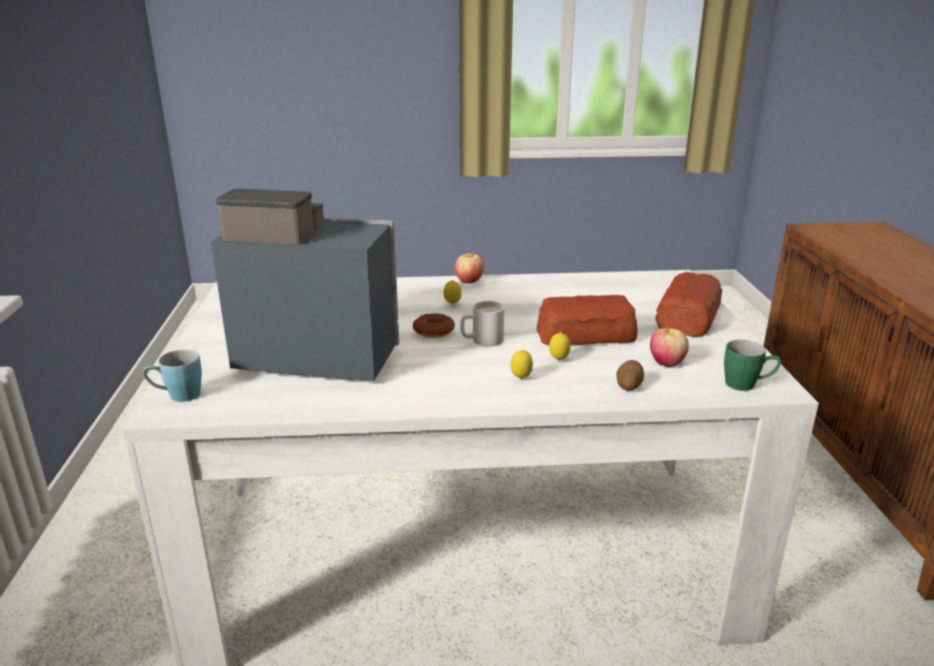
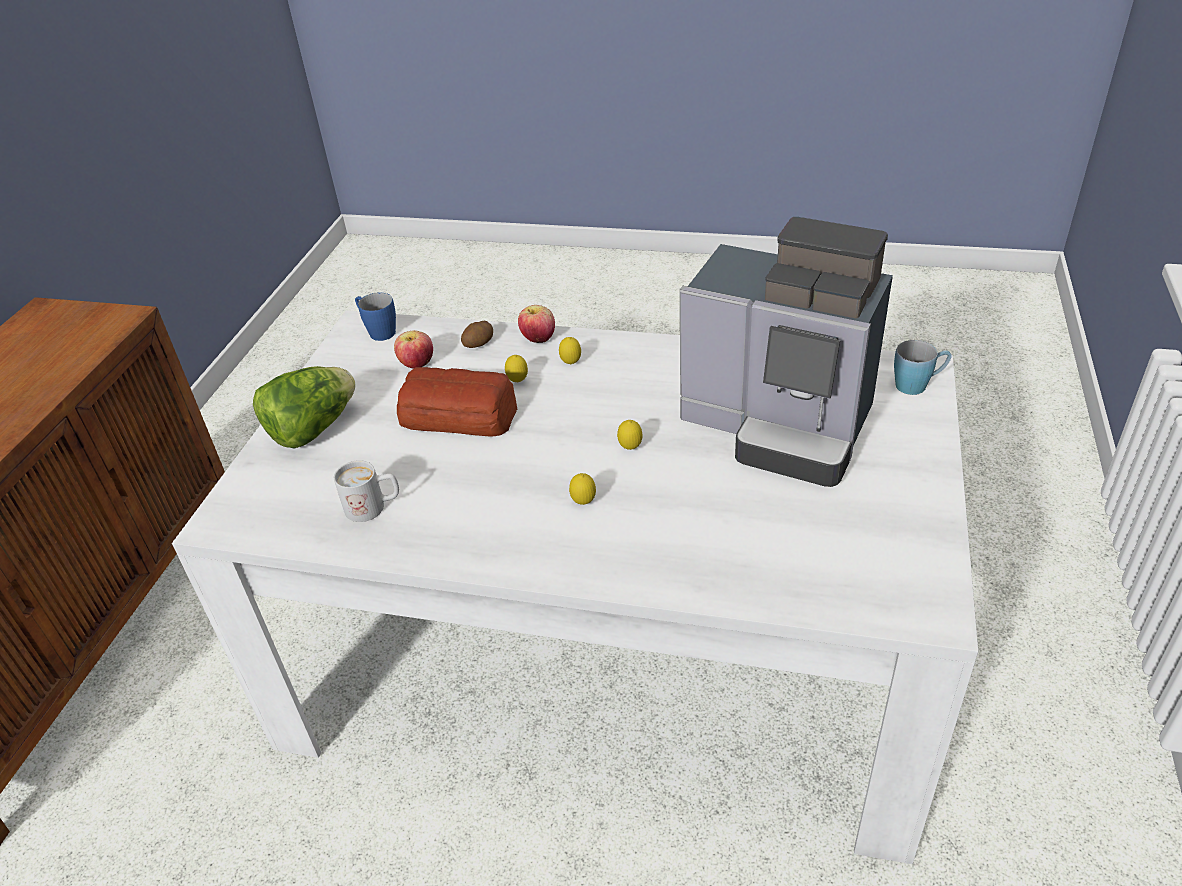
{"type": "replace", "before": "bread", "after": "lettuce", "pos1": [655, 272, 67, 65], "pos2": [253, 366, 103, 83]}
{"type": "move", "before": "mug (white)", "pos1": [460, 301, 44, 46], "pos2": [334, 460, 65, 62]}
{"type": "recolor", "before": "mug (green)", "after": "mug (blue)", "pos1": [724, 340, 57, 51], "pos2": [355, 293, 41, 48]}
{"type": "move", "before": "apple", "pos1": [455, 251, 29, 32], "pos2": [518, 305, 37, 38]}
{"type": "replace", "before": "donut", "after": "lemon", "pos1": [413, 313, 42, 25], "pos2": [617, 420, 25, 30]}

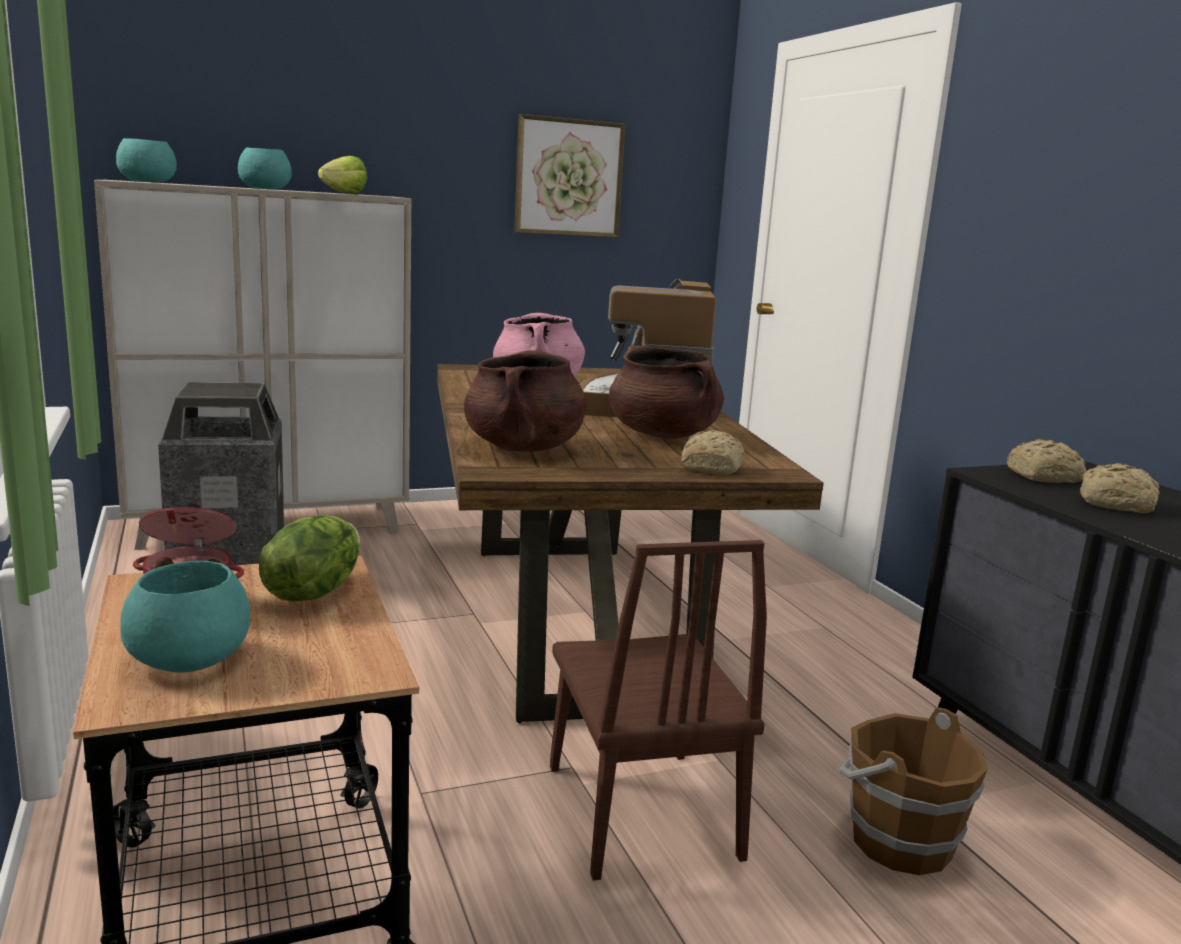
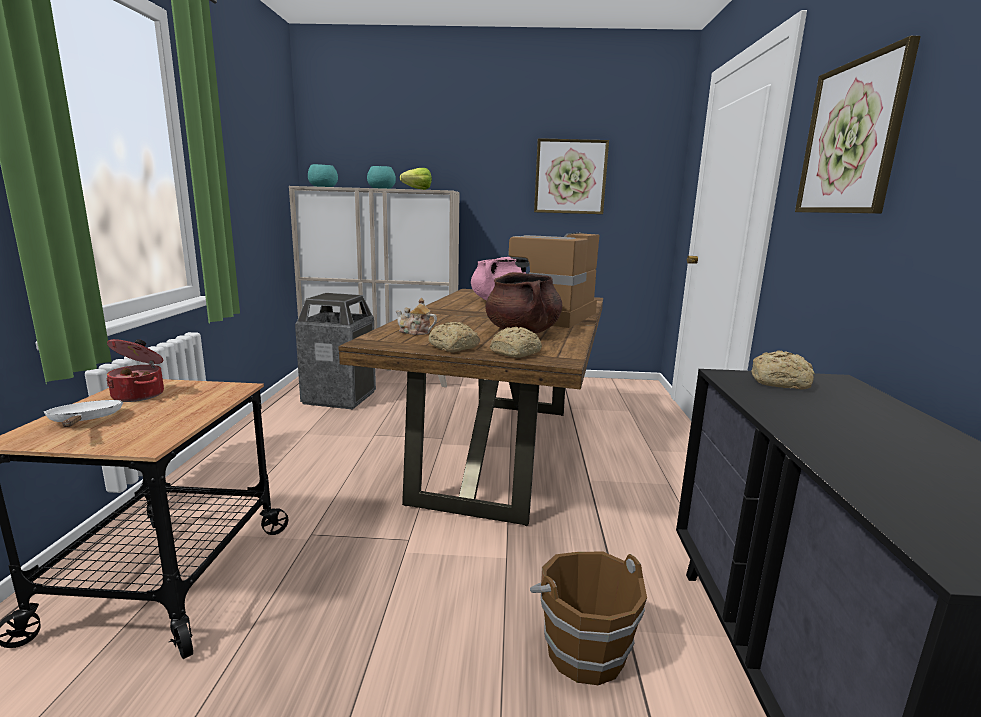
{"type": "replace", "before": "bowl (turquoise)", "after": "frying pan (white)", "pos1": [121, 560, 129, 112], "pos2": [43, 400, 80, 27]}
{"type": "replace", "before": "cooking pot (brown)", "after": "teapot", "pos1": [464, 350, 123, 102], "pos2": [396, 298, 41, 37]}
{"type": "move", "before": "bread", "pos1": [1080, 463, 80, 51], "pos2": [428, 322, 52, 30]}
{"type": "insert", "after": "picture", "pos2": [795, 36, 126, 178]}
{"type": "delete", "before": "lettuce", "pos1": [259, 515, 101, 87]}
{"type": "delete", "before": "chair (brown)", "pos1": [550, 540, 217, 341]}

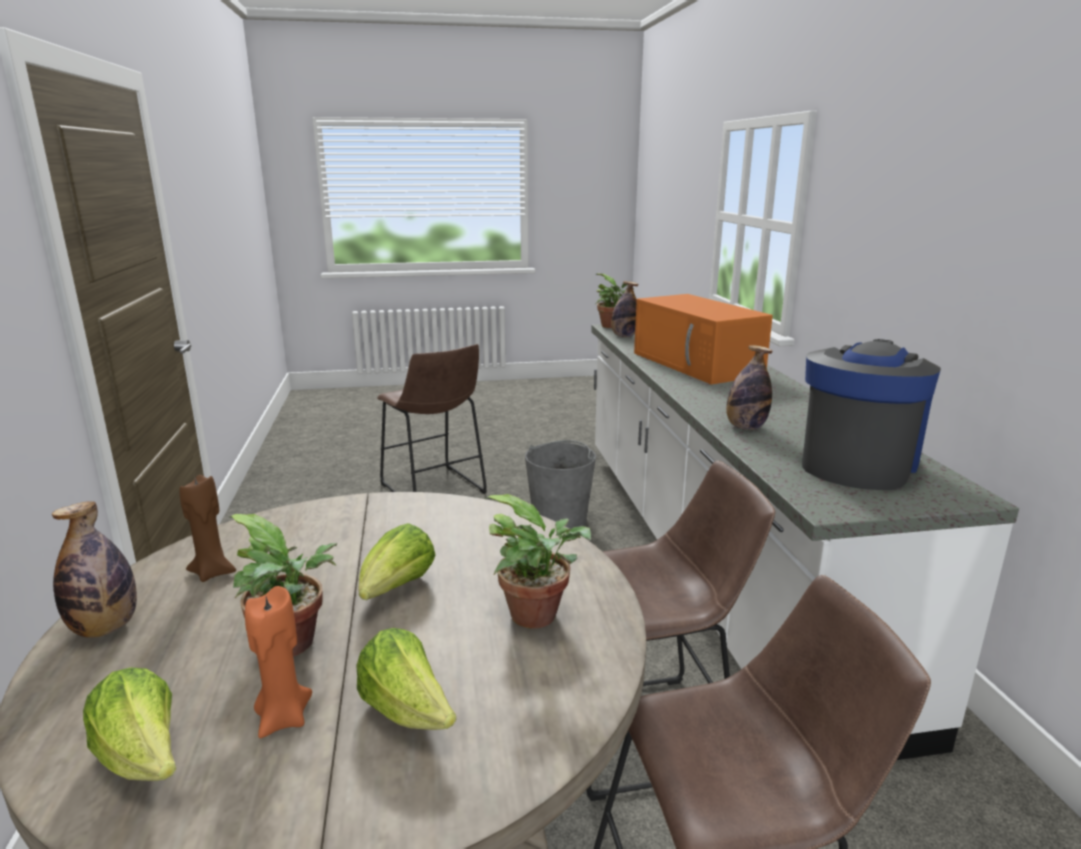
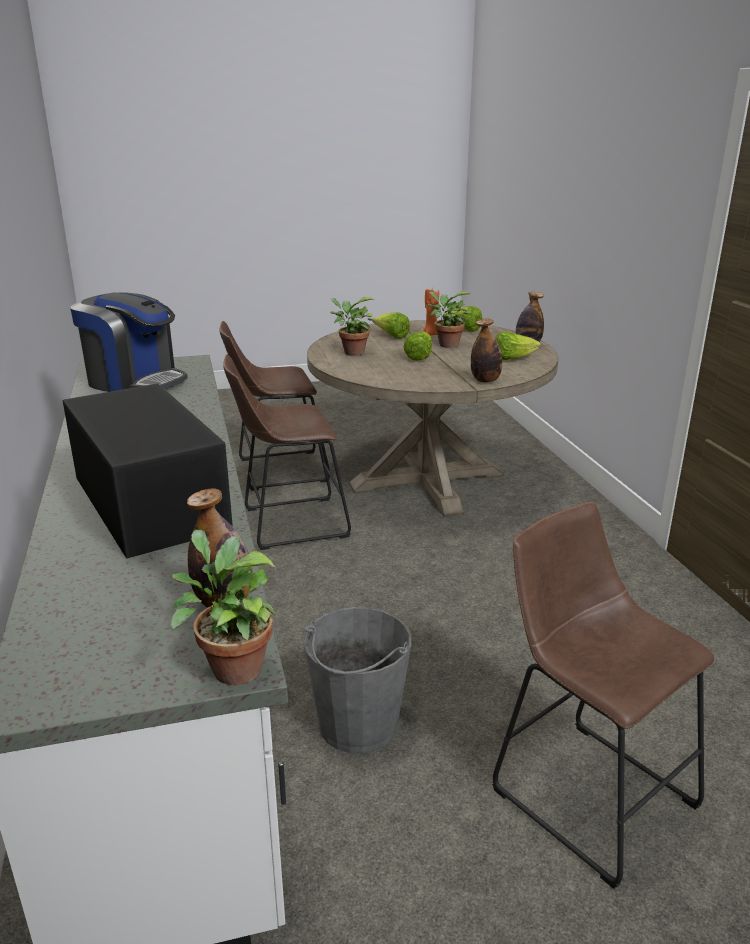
{"type": "recolor", "before": "microwave (orange)", "after": "microwave (black)", "pos1": [634, 294, 139, 91], "pos2": [63, 384, 170, 175]}
{"type": "rotate", "before": "coffee machine", "pos1": [802, 339, 139, 151], "pos2": [70, 292, 118, 100], "turn": -90}
{"type": "move", "before": "bottle", "pos1": [726, 345, 47, 85], "pos2": [471, 318, 31, 65]}
{"type": "replace", "before": "candle (brown)", "after": "lettuce", "pos1": [179, 474, 57, 108], "pos2": [495, 331, 46, 29]}

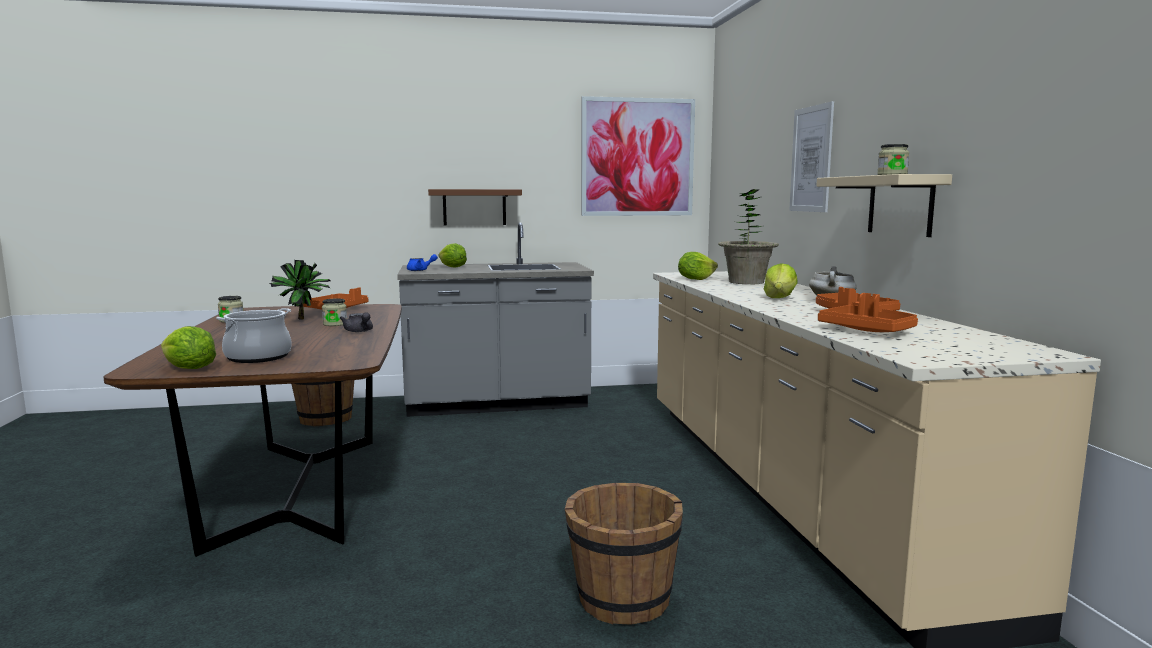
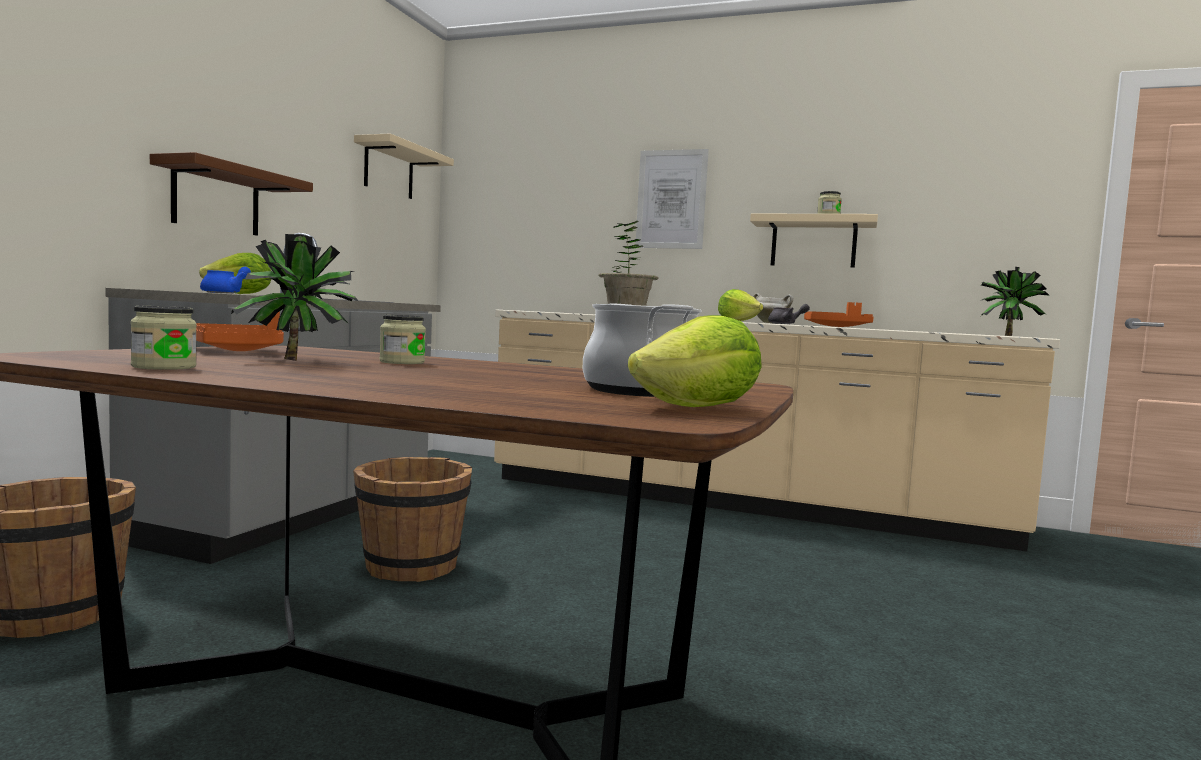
{"type": "move", "before": "bucket (brown)", "pos1": [565, 483, 118, 142], "pos2": [353, 457, 119, 125]}
{"type": "replace", "before": "picture", "after": "shelf (beige)", "pos1": [581, 96, 114, 120], "pos2": [354, 133, 100, 66]}
{"type": "move", "before": "teapot (grey)", "pos1": [340, 313, 33, 19], "pos2": [768, 304, 42, 20]}
{"type": "insert", "after": "potted plant", "pos2": [980, 267, 70, 69]}
{"type": "delete", "before": "lettuce", "pos1": [678, 252, 40, 28]}
{"type": "delete", "before": "tray (orange)", "pos1": [818, 293, 100, 39]}

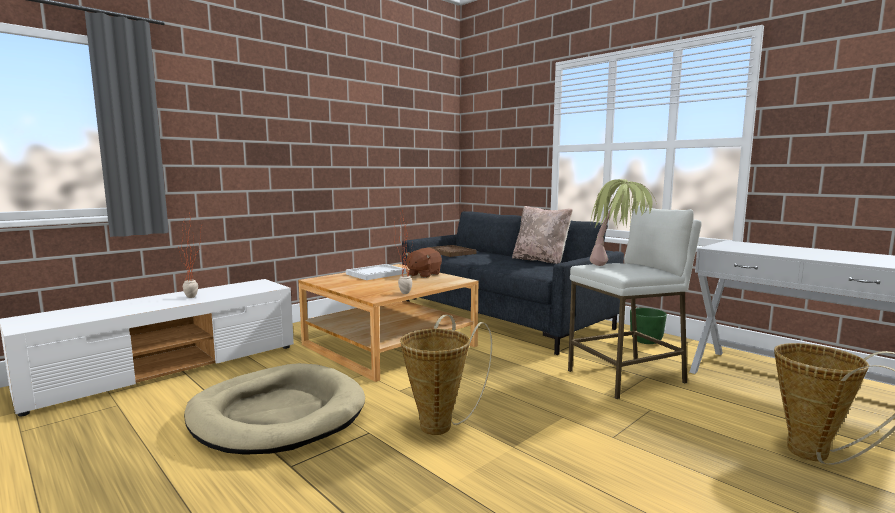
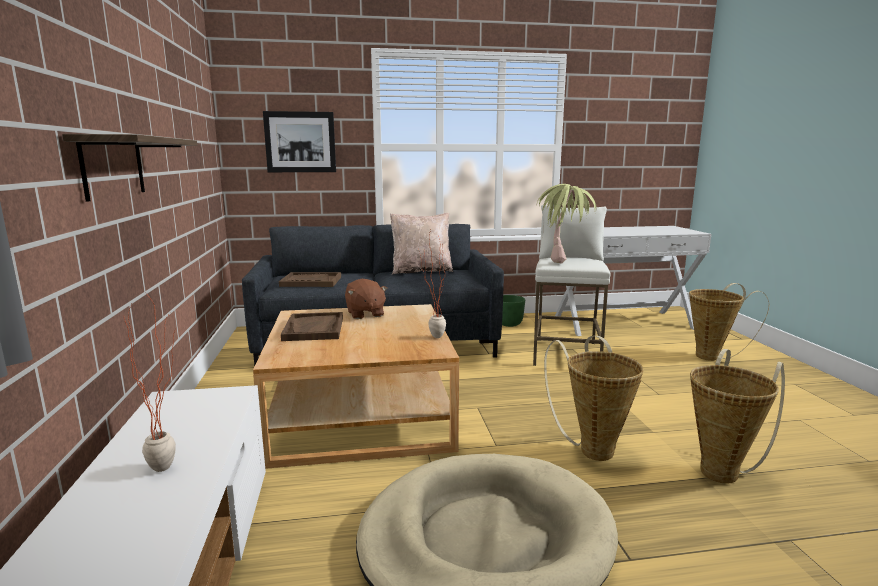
{"type": "insert", "after": "shelf", "pos2": [62, 134, 135, 68]}
{"type": "insert", "after": "picture", "pos2": [263, 111, 73, 61]}
{"type": "recolor", "before": "tray (white)", "after": "tray (brown)", "pos1": [346, 264, 61, 16], "pos2": [281, 312, 62, 29]}
{"type": "insert", "after": "basket", "pos2": [690, 349, 95, 135]}

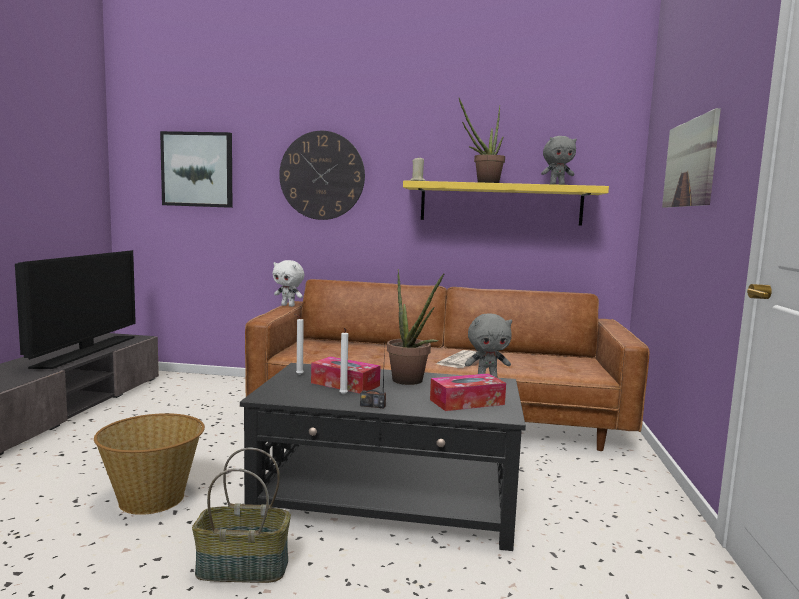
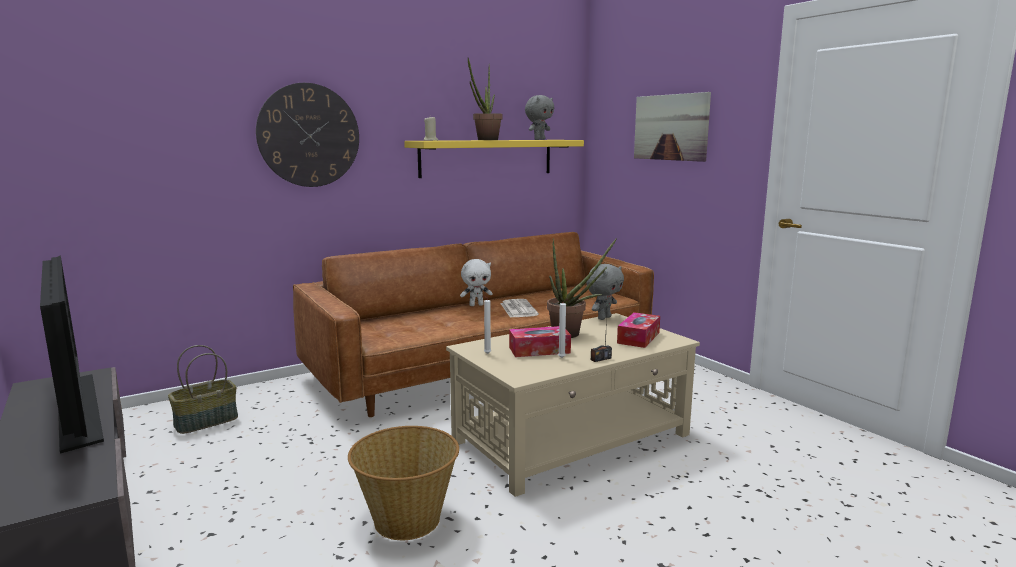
{"type": "move", "before": "basket", "pos1": [192, 448, 99, 135], "pos2": [168, 345, 70, 89]}
{"type": "recolor", "before": "coffee table (black)", "after": "coffee table (beige)", "pos1": [240, 363, 286, 188], "pos2": [446, 313, 254, 184]}
{"type": "move", "before": "plush toy (white)", "pos1": [273, 260, 31, 47], "pos2": [460, 259, 33, 47]}
{"type": "delete", "before": "picture", "pos1": [160, 131, 72, 77]}

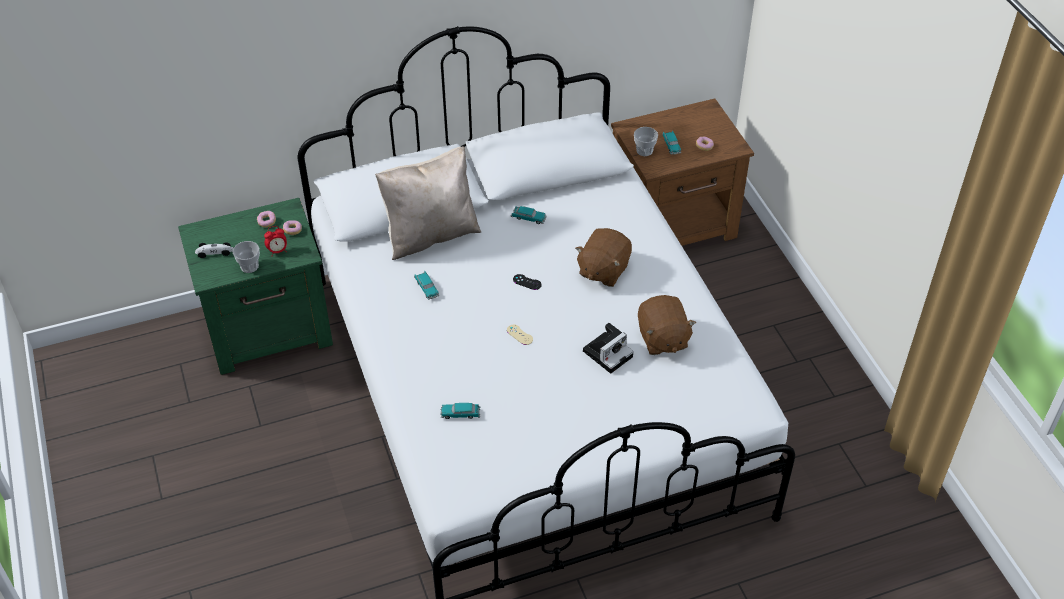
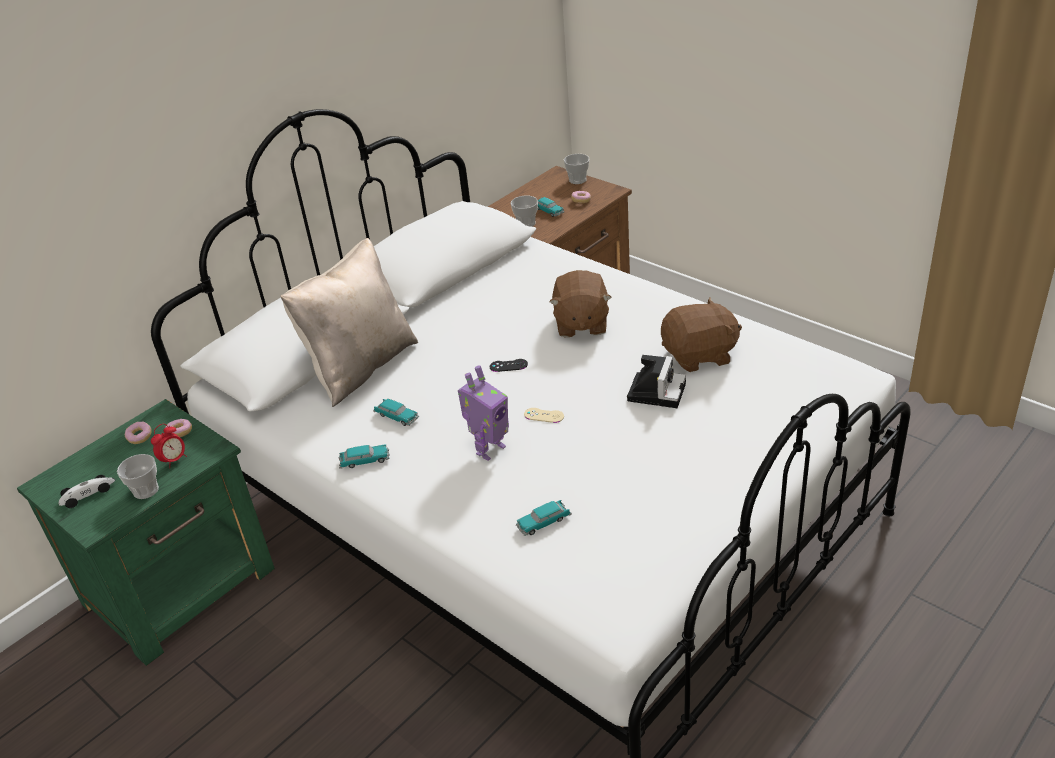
{"type": "move", "before": "toy car", "pos1": [511, 206, 36, 18], "pos2": [339, 444, 51, 25]}
{"type": "insert", "after": "toy robot", "pos2": [458, 365, 51, 96]}
{"type": "insert", "after": "cup", "pos2": [564, 154, 26, 30]}
{"type": "rotate", "before": "plush toy (brown)", "pos1": [638, 295, 58, 60], "pos2": [661, 297, 81, 75], "turn": -60}

